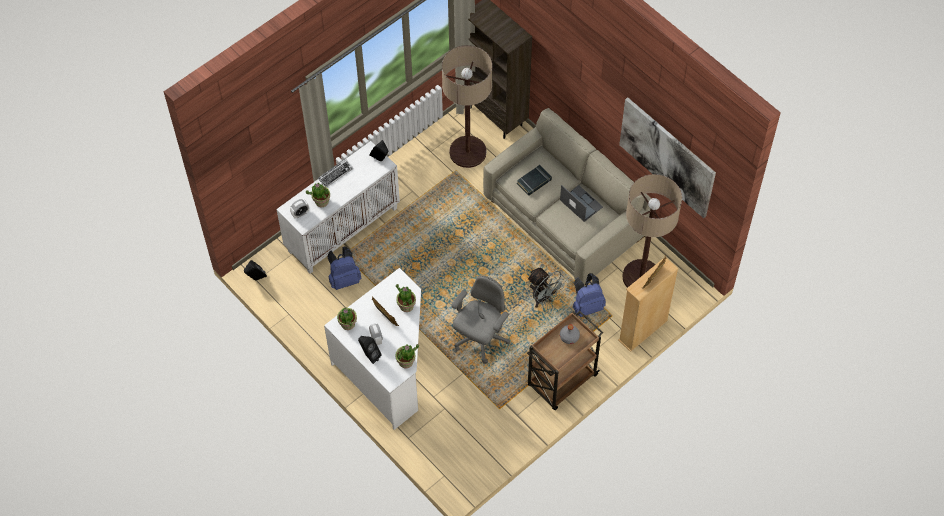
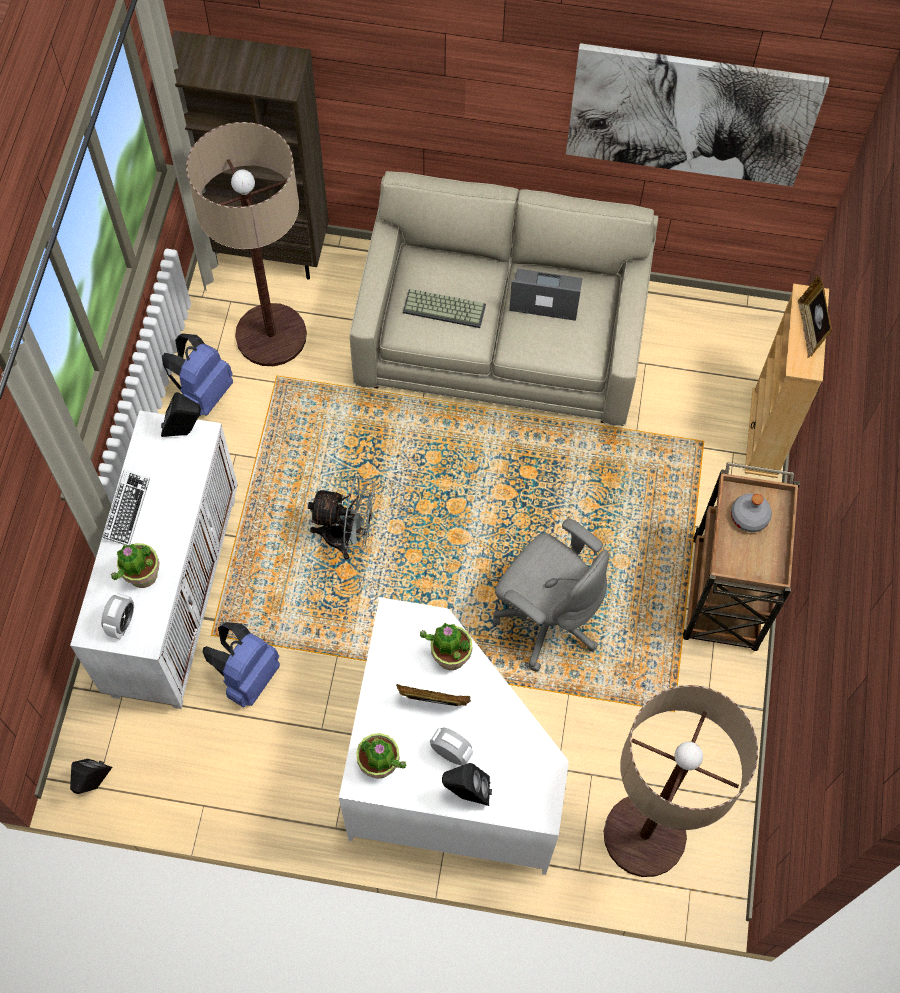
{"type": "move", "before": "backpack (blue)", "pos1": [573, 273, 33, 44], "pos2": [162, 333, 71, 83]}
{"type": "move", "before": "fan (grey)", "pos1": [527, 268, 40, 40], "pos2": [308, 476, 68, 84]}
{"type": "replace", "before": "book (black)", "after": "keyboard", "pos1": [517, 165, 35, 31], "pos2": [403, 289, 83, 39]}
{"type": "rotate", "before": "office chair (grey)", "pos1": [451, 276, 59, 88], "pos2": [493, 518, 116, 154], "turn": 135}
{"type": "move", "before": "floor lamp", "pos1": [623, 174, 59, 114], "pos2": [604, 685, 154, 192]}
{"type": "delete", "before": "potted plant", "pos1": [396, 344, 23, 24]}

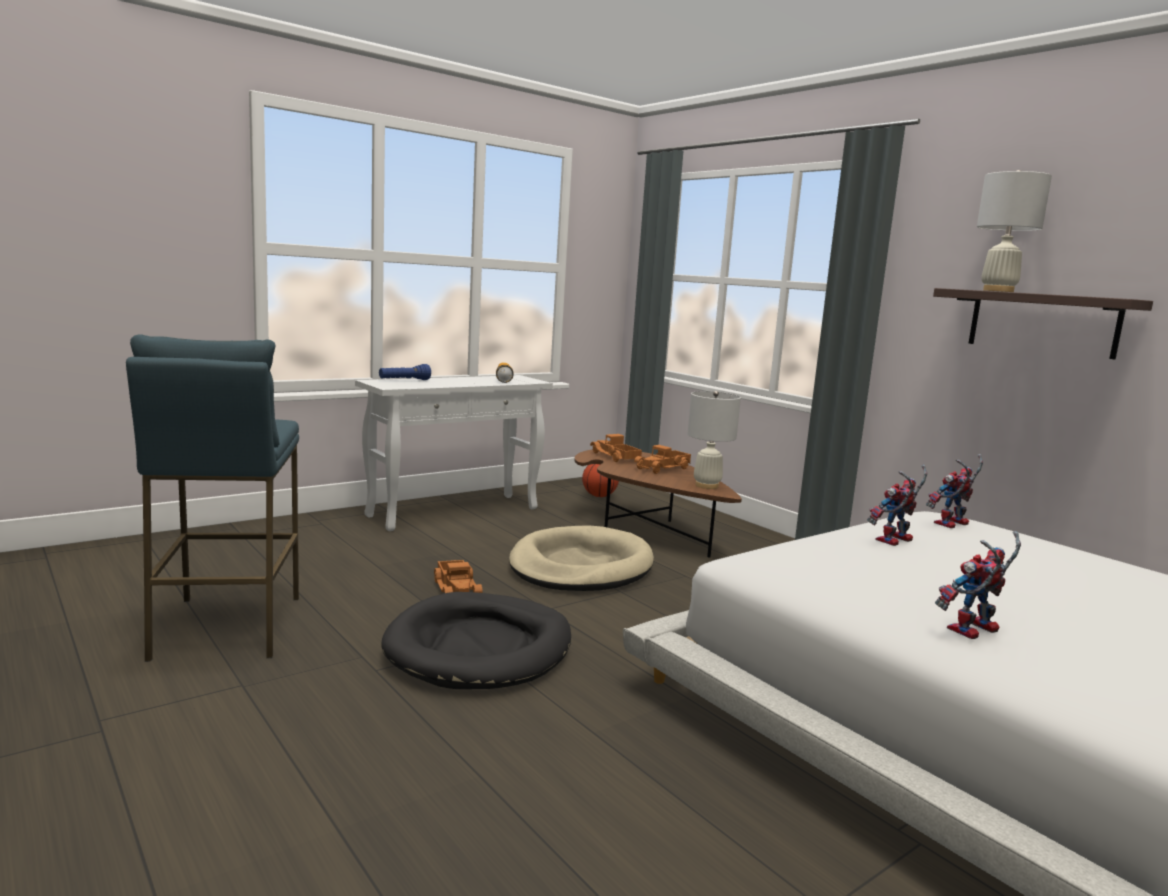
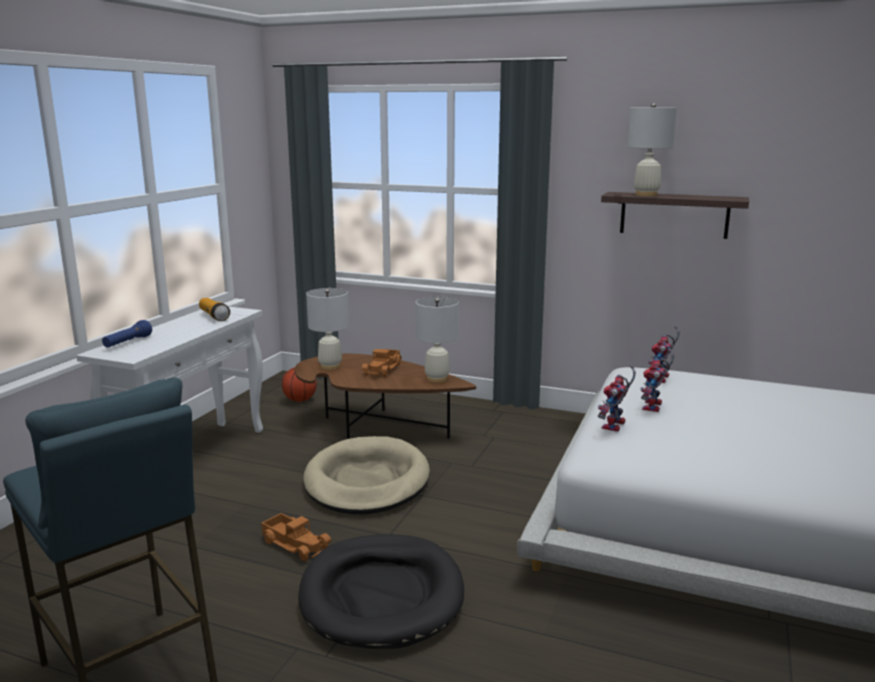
{"type": "replace", "before": "toy truck", "after": "table lamp (white)", "pos1": [590, 434, 52, 28], "pos2": [306, 288, 43, 82]}
{"type": "move", "before": "toy robot", "pos1": [935, 531, 86, 108], "pos2": [598, 365, 38, 67]}

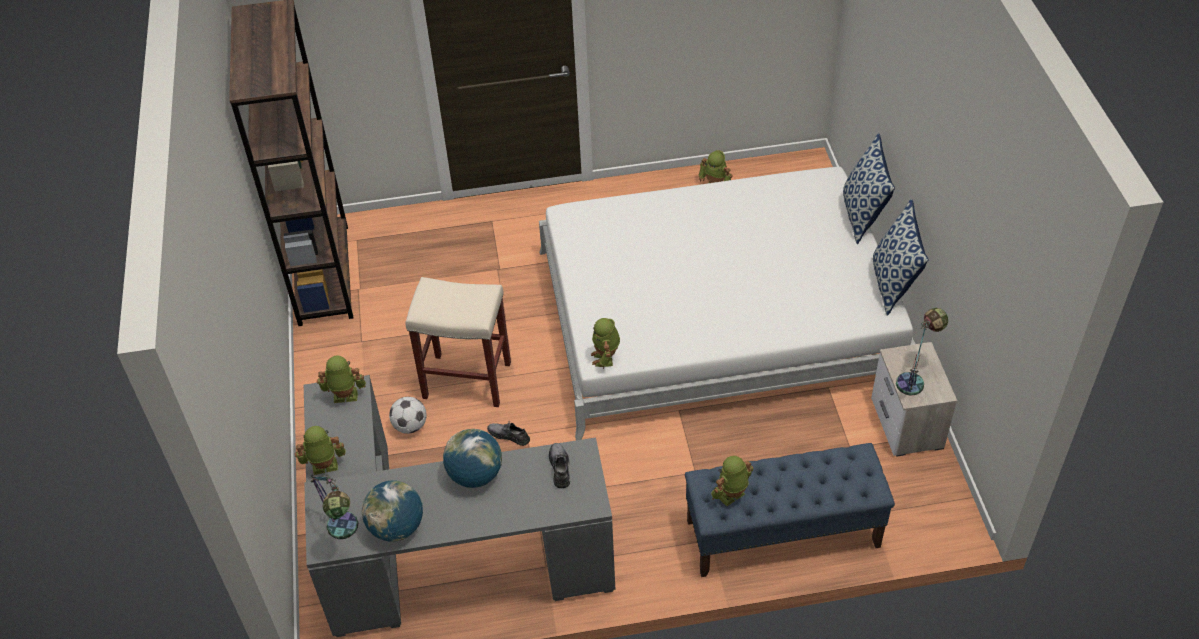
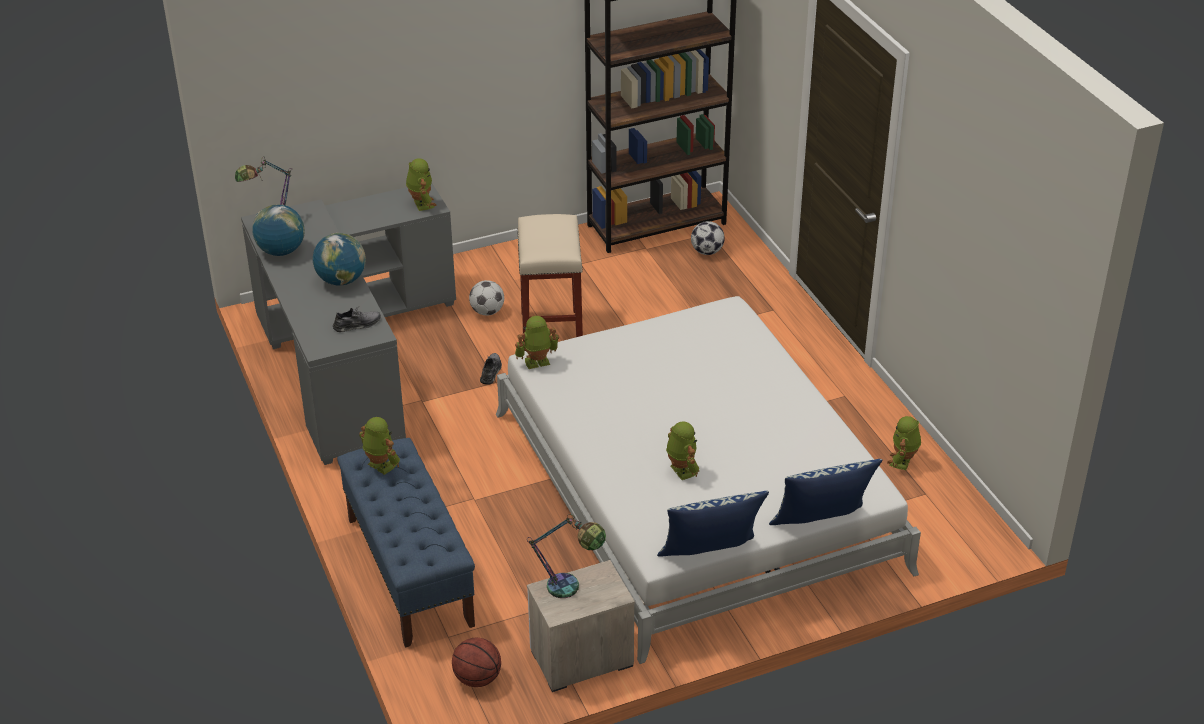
{"type": "insert", "after": "basketball", "pos2": [452, 638, 49, 49]}
{"type": "move", "before": "toy robot", "pos1": [295, 426, 51, 49], "pos2": [666, 421, 33, 59]}
{"type": "insert", "after": "football", "pos2": [691, 221, 34, 34]}

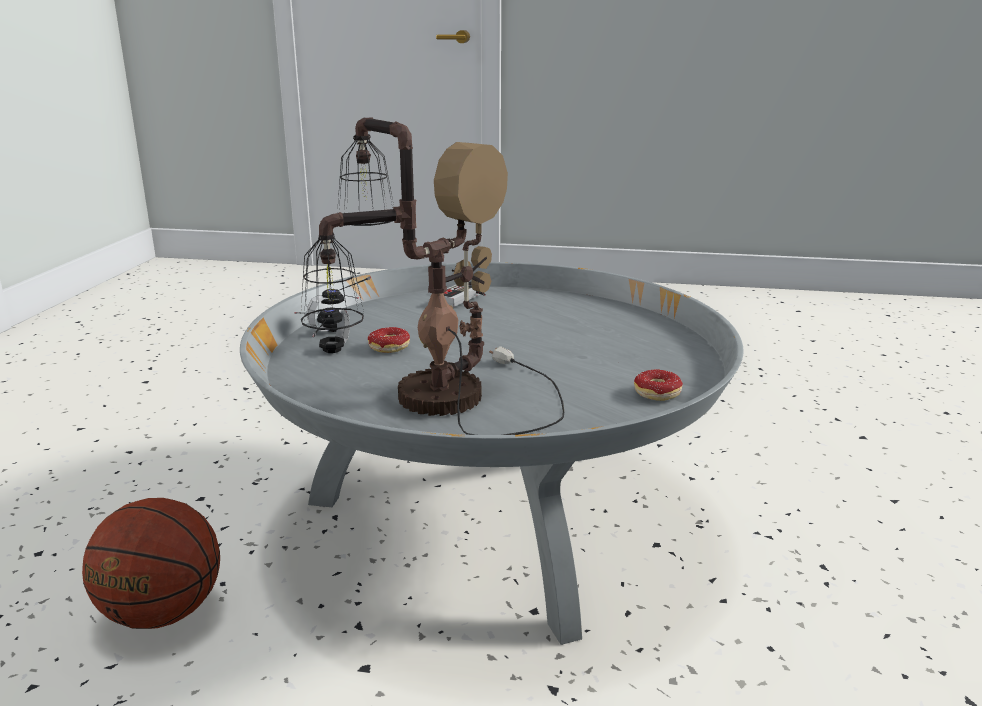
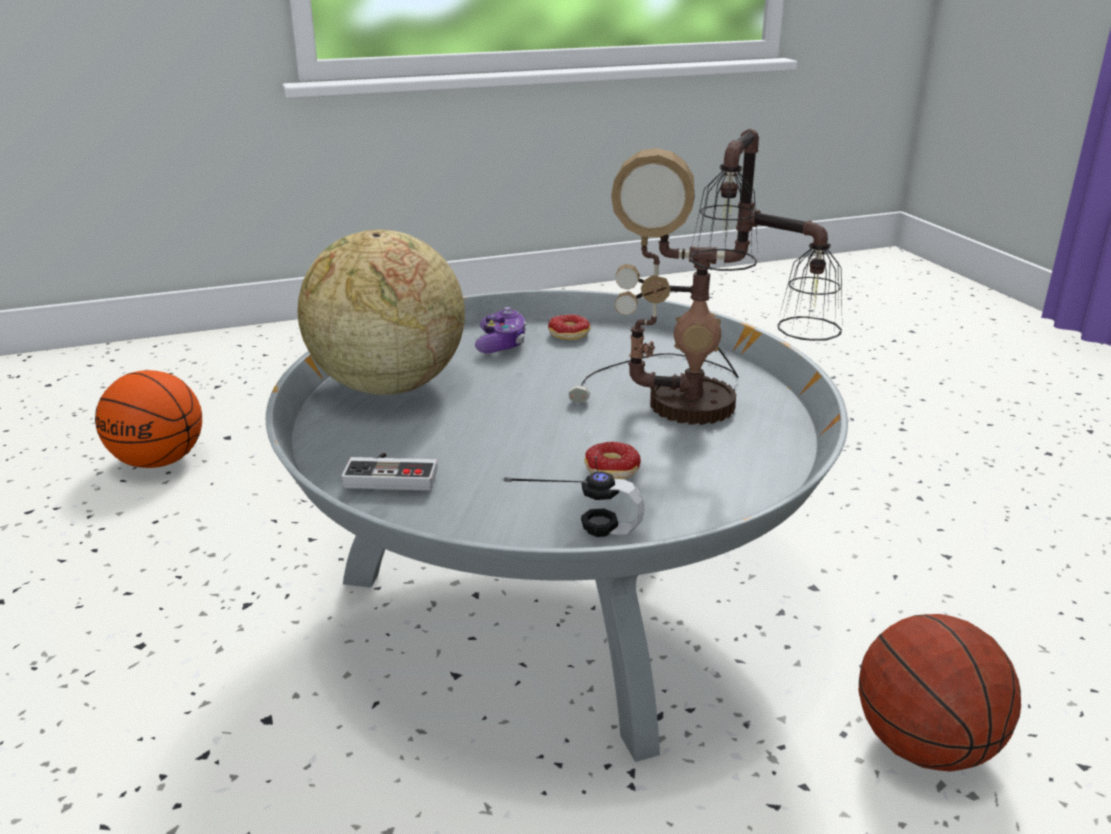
{"type": "insert", "after": "basketball", "pos2": [95, 370, 107, 98]}
{"type": "insert", "after": "globe", "pos2": [298, 229, 167, 166]}
{"type": "insert", "after": "game controller", "pos2": [475, 307, 51, 46]}
{"type": "delete", "before": "headphones", "pos1": [295, 308, 55, 45]}

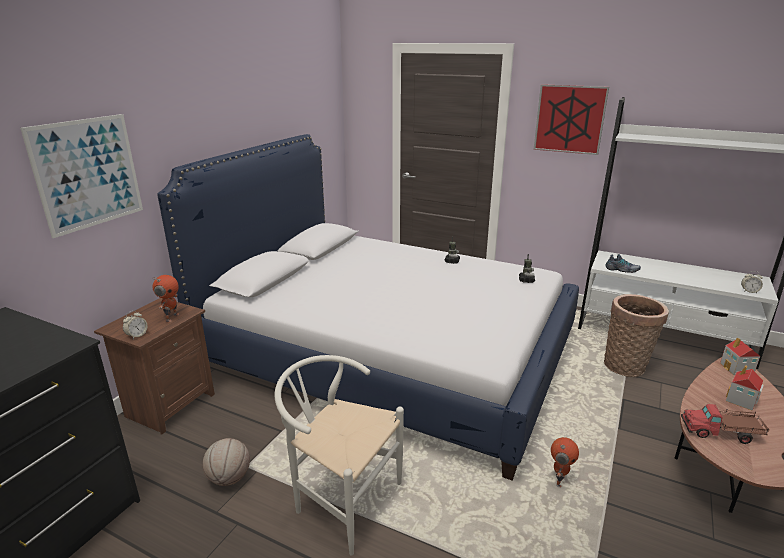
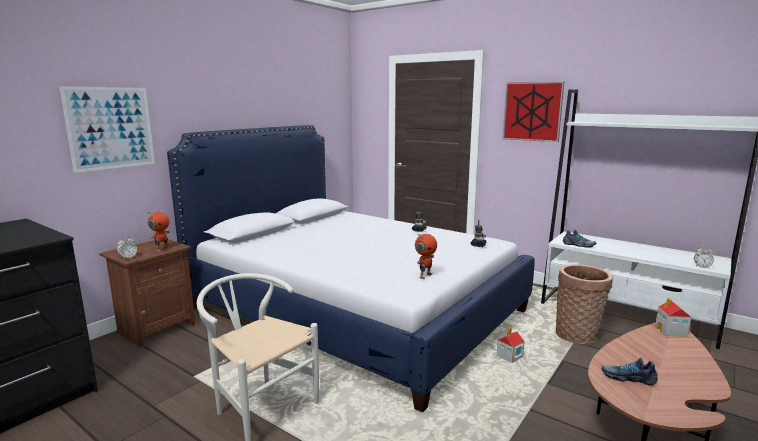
{"type": "move", "before": "toy robot", "pos1": [551, 437, 28, 50], "pos2": [415, 233, 22, 46]}
{"type": "move", "before": "toy house", "pos1": [726, 365, 38, 46], "pos2": [497, 327, 28, 36]}
{"type": "replace", "before": "toy truck", "after": "shoe", "pos1": [681, 404, 88, 40], "pos2": [601, 358, 57, 28]}
{"type": "delete", "before": "basketball", "pos1": [203, 438, 47, 48]}

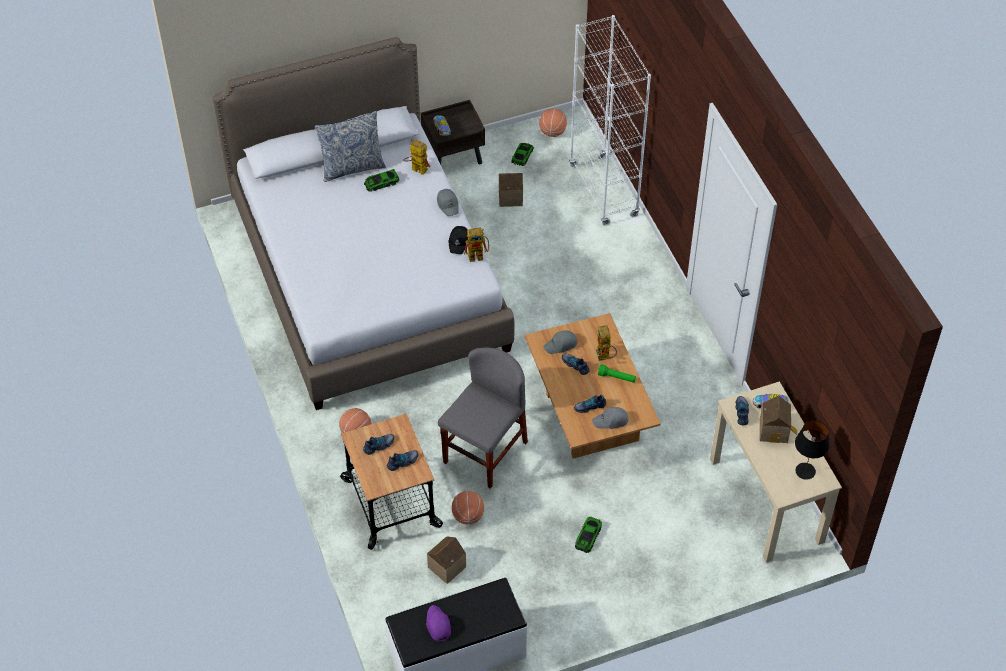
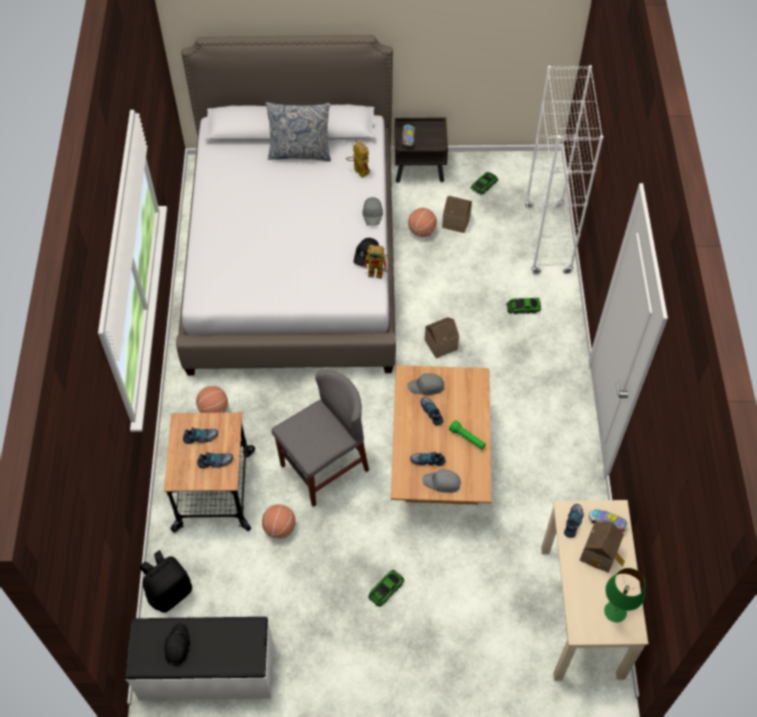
{"type": "insert", "after": "backpack (black)", "pos2": [140, 550, 52, 63]}
{"type": "recolor", "before": "cap (purple)", "after": "cap (black)", "pos1": [426, 605, 25, 37], "pos2": [165, 623, 25, 42]}
{"type": "move", "before": "basketball", "pos1": [539, 109, 28, 28], "pos2": [408, 208, 29, 29]}
{"type": "move", "before": "toy house", "pos1": [427, 536, 39, 48], "pos2": [425, 317, 34, 41]}
{"type": "move", "before": "toy car", "pos1": [364, 169, 35, 23], "pos2": [506, 298, 35, 16]}
{"type": "recolor", "before": "table lamp (black)", "after": "table lamp (green)", "pos1": [795, 420, 35, 60], "pos2": [604, 568, 41, 55]}
{"type": "delete", "before": "toy robot", "pos1": [596, 325, 21, 36]}

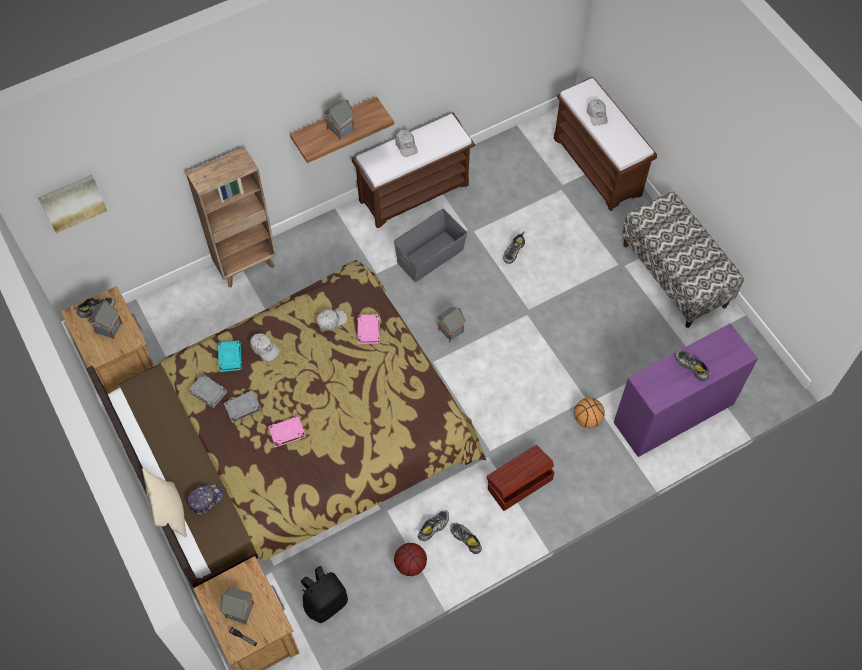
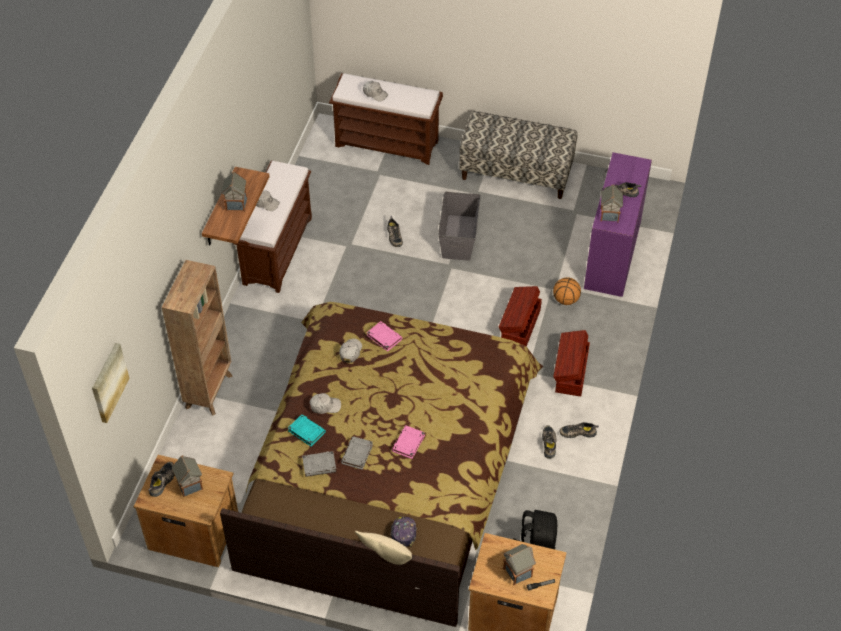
{"type": "move", "before": "storage box (grey)", "pos1": [394, 209, 73, 73], "pos2": [438, 192, 43, 69]}
{"type": "insert", "after": "storage box (brown)", "pos2": [499, 286, 43, 61]}
{"type": "move", "before": "toy house", "pos1": [437, 307, 29, 35], "pos2": [601, 184, 22, 39]}
{"type": "delete", "before": "basketball", "pos1": [394, 543, 33, 33]}

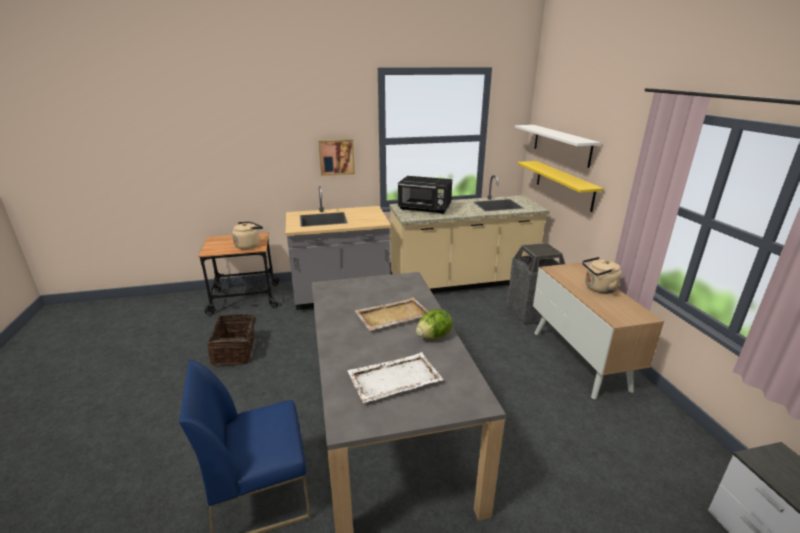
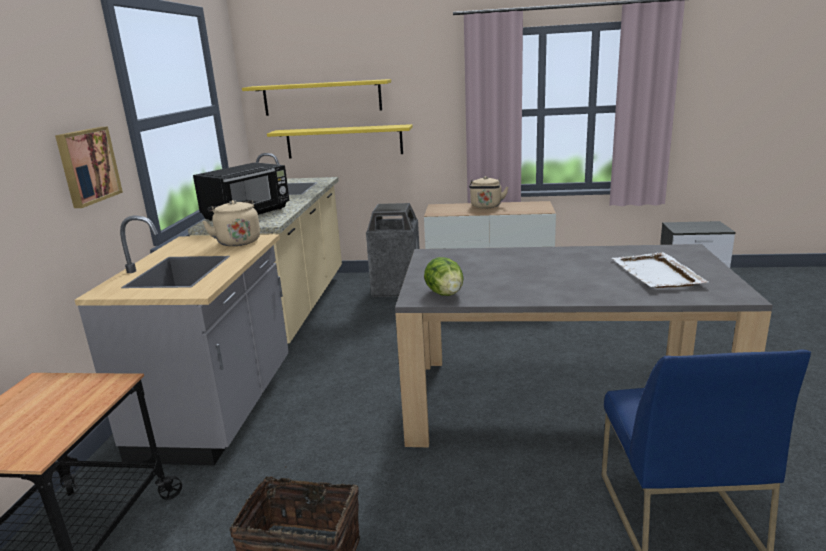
{"type": "move", "before": "kettle (beige)", "pos1": [232, 222, 31, 27], "pos2": [202, 200, 58, 46]}
{"type": "recolor", "before": "shelf (white)", "after": "shelf (yellow)", "pos1": [515, 125, 86, 43], "pos2": [242, 79, 149, 37]}
{"type": "move", "before": "lettuce", "pos1": [416, 309, 37, 30], "pos2": [424, 257, 40, 39]}
{"type": "delete", "before": "tray (beige)", "pos1": [355, 297, 74, 34]}

